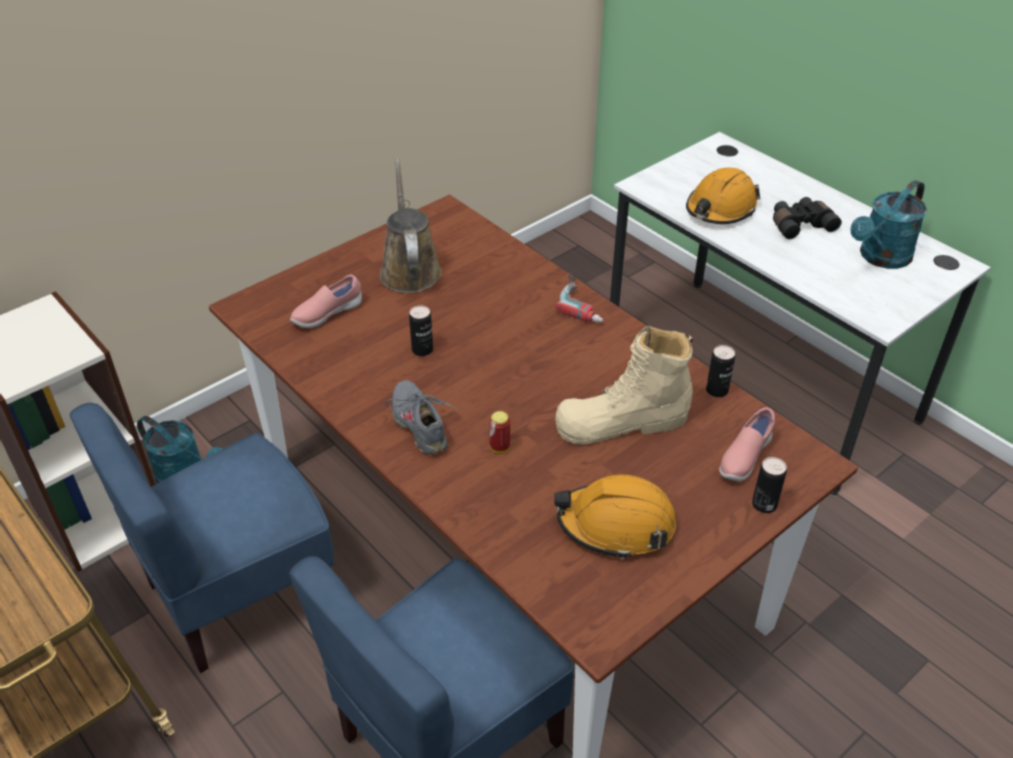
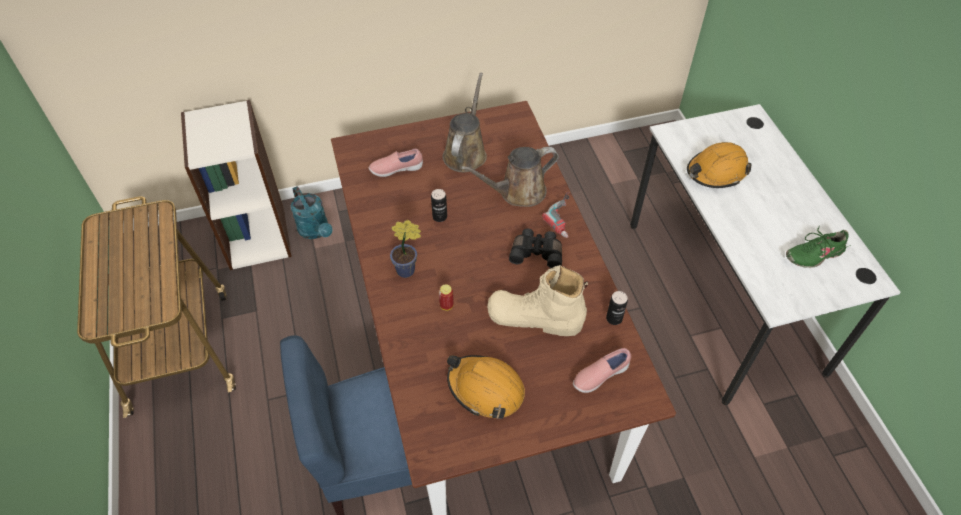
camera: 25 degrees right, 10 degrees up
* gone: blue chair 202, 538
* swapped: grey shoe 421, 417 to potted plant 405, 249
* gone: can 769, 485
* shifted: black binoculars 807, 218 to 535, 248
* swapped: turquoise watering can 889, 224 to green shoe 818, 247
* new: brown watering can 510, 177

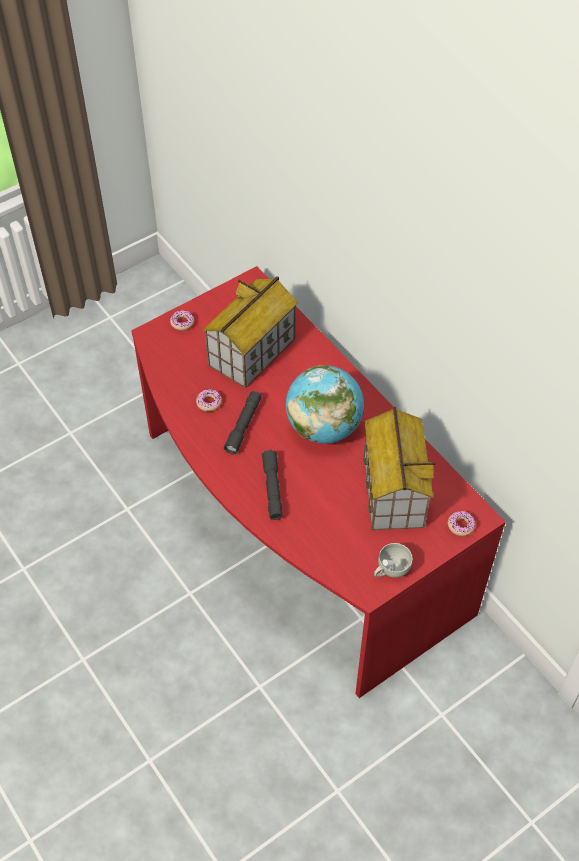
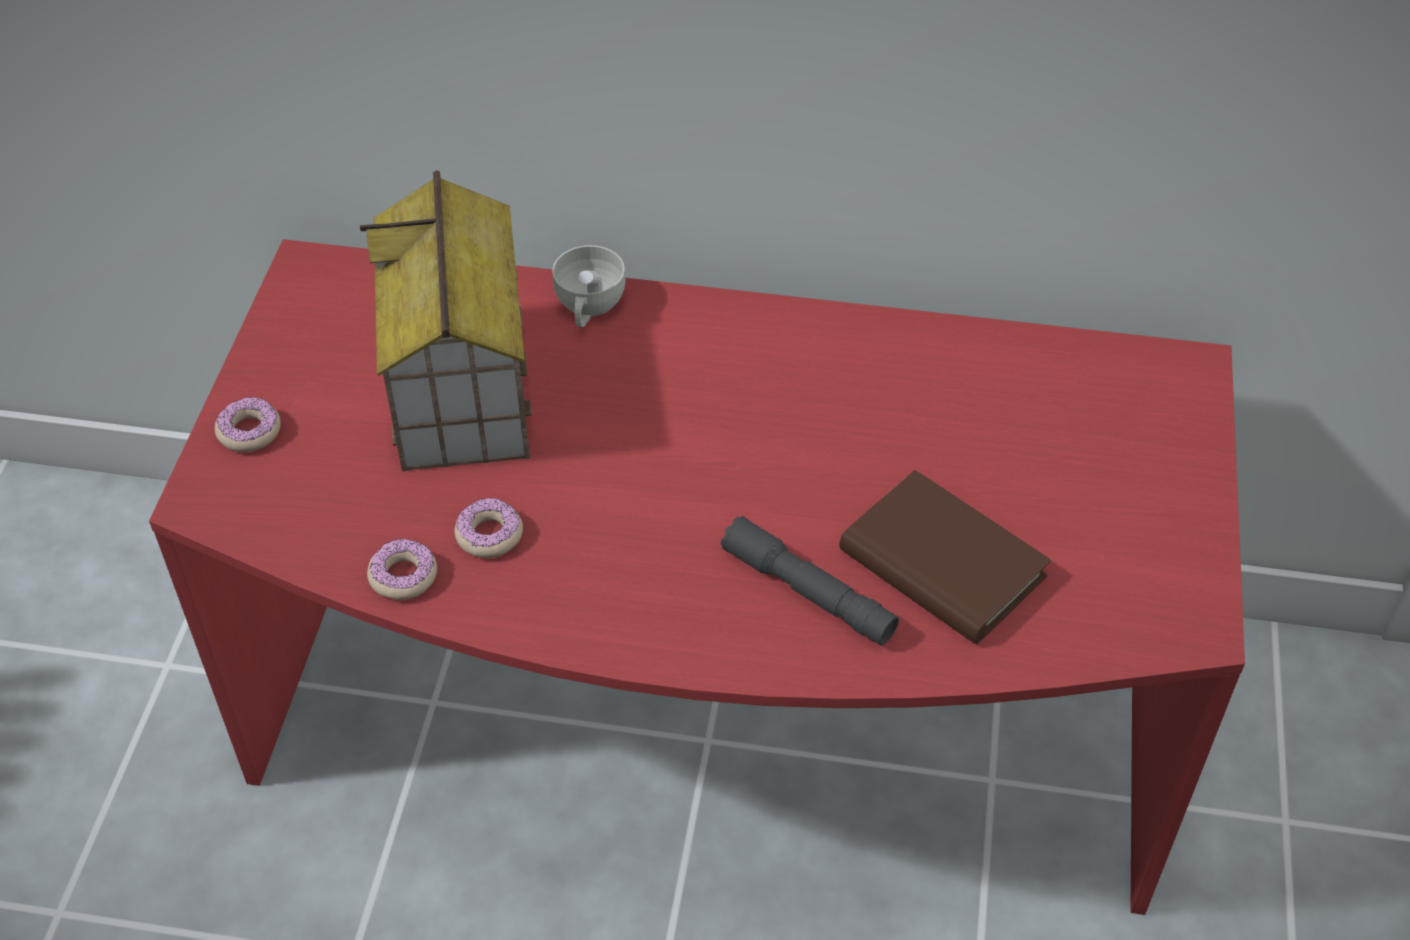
camera: 45 degrees left, 5 degrees down
* gone: grey flashlight 242, 422
* gone: globe 325, 404
* gone: toy house 399, 468
* shifted: white cup 393, 560 to 589, 286
* shifted: donut 461, 523 to 402, 569
* new: brown book 945, 557

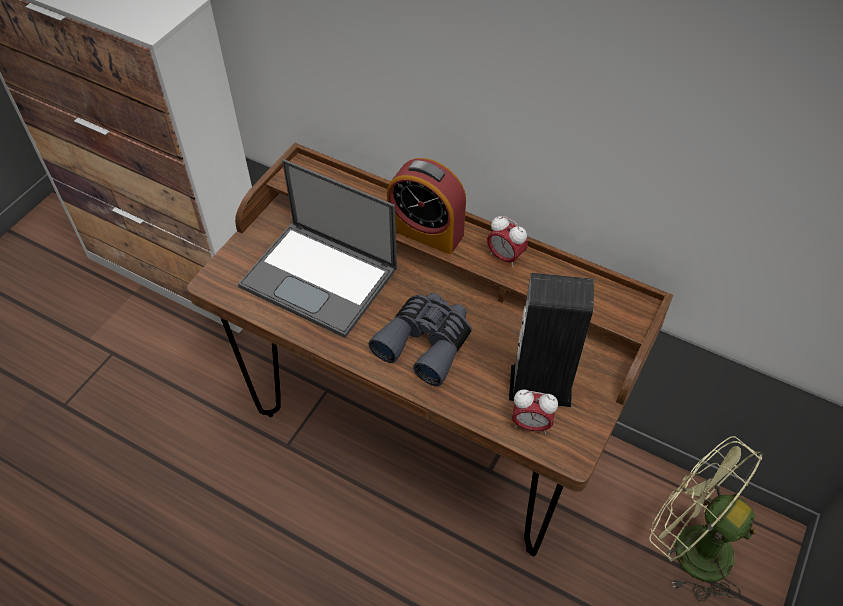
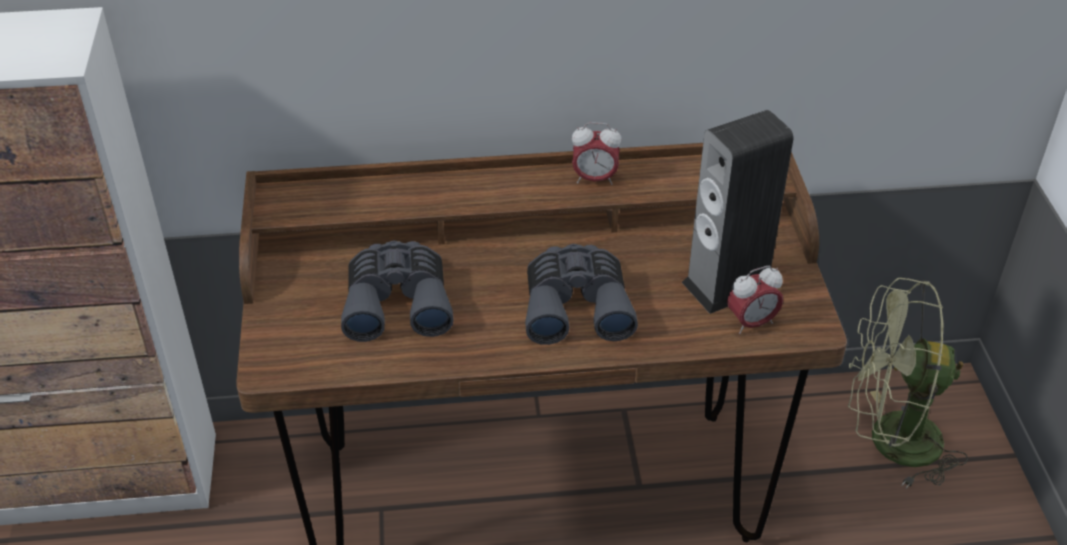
camera: 35 degrees left, 10 degrees down
* swapped: laptop 317, 248 to grey binoculars 397, 291
* gone: alarm clock 426, 206

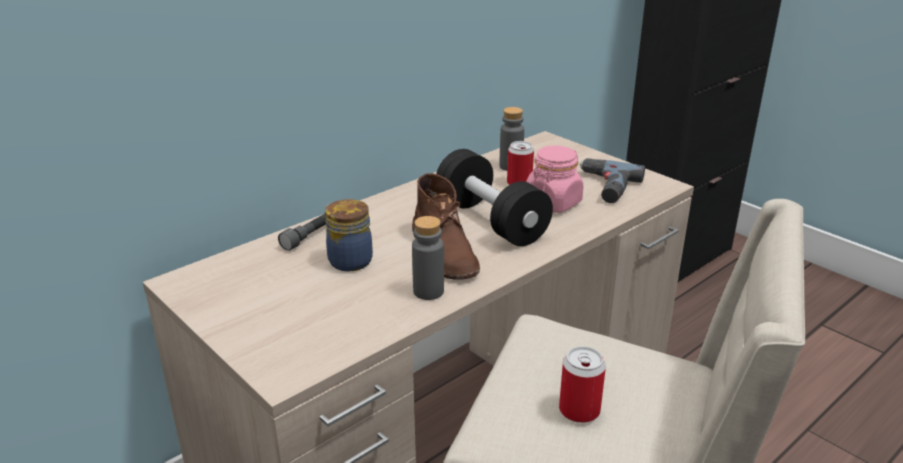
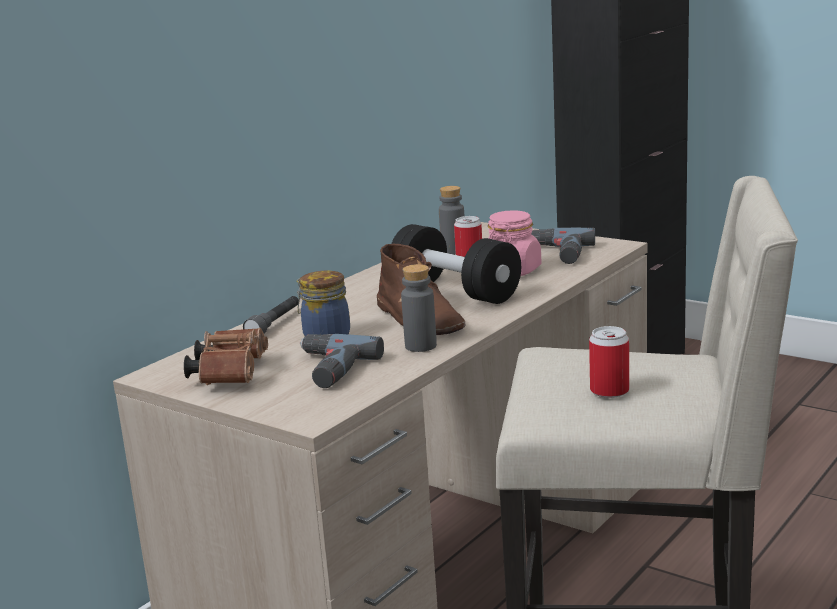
camera: 10 degrees left, 10 degrees down
* new: brown binoculars 226, 356
* new: power drill 342, 361

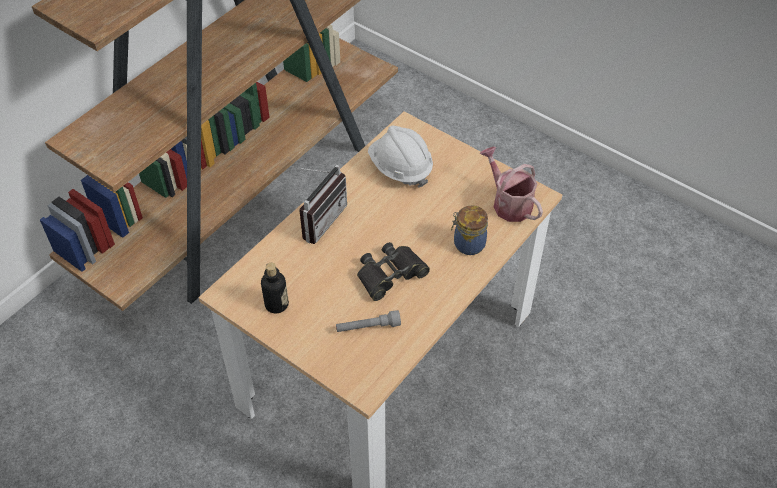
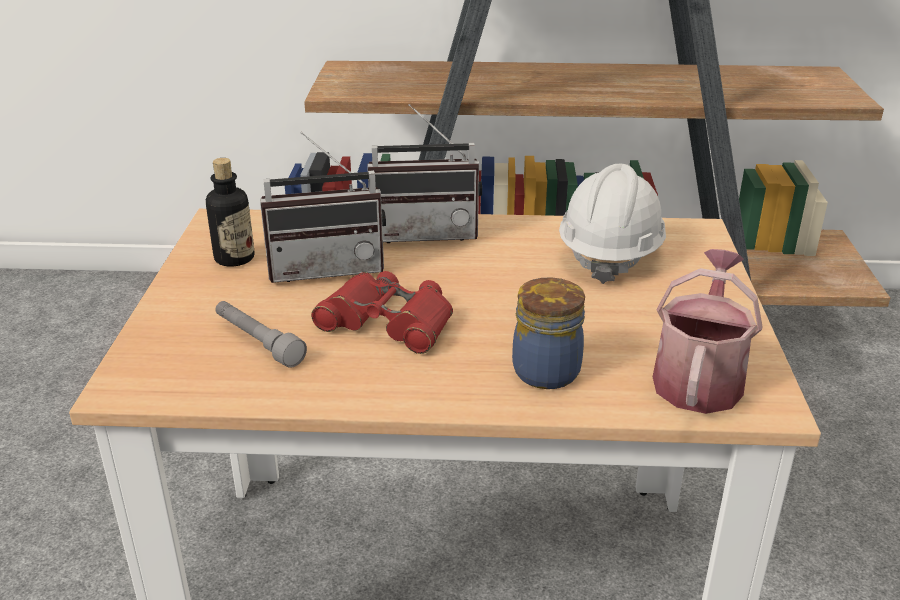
camera: 55 degrees right, 20 degrees down
* repainted: black binoculars 393, 271 to red binoculars 382, 312
* new: radio 323, 207

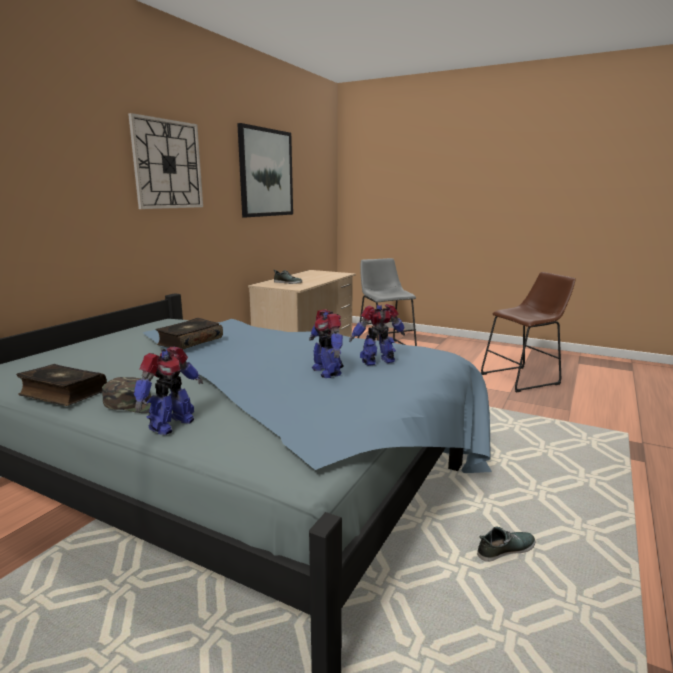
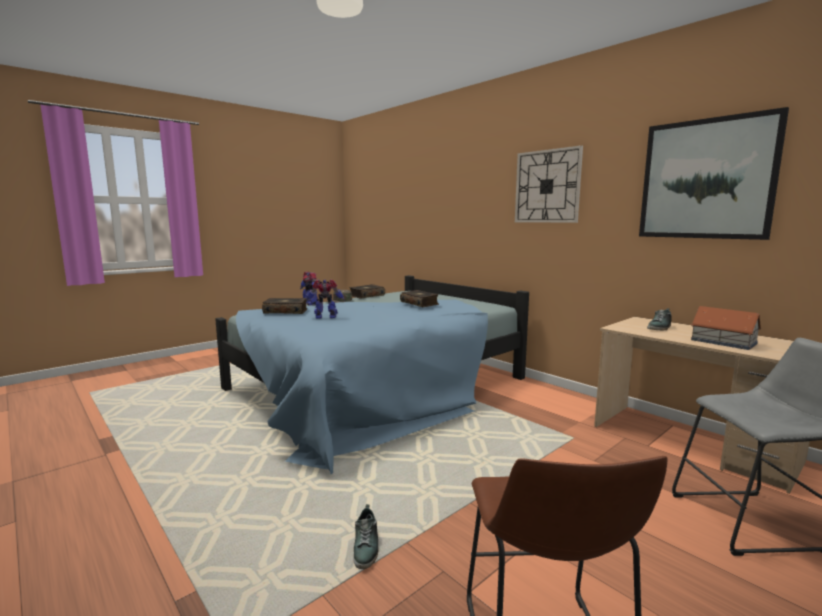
camera: 110 degrees right, 5 degrees down
* gone: toy robot 377, 335
* shifted: shoe 506, 544 to 365, 536
* new: book 284, 306
* new: toy house 726, 328

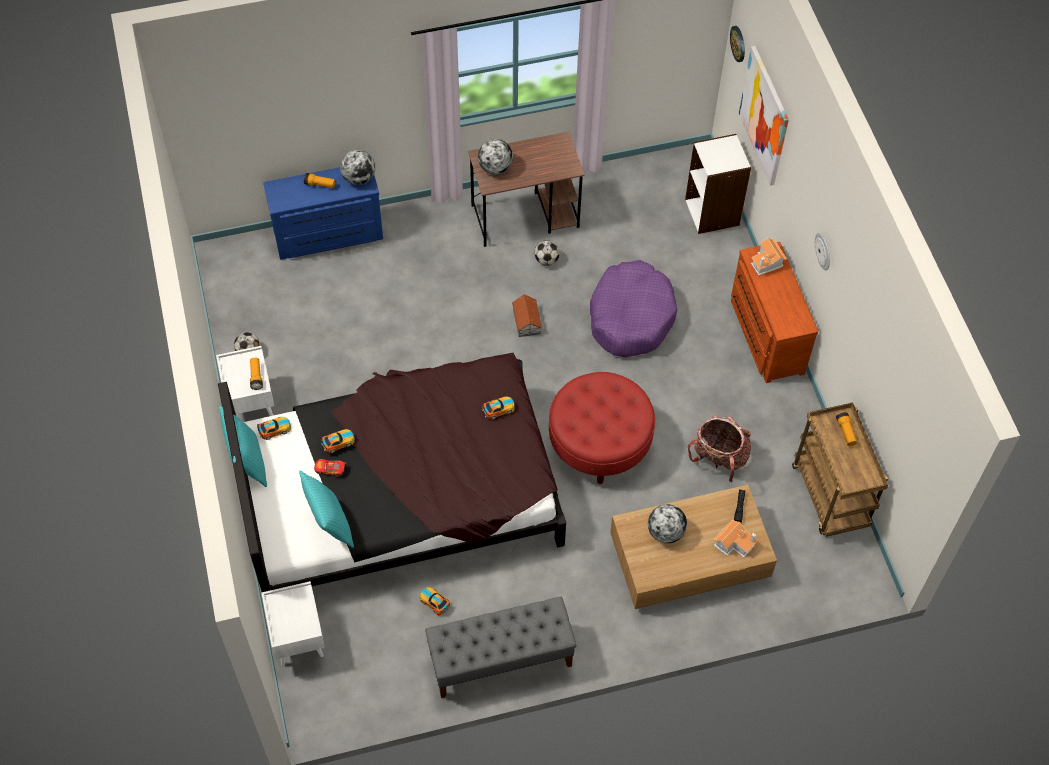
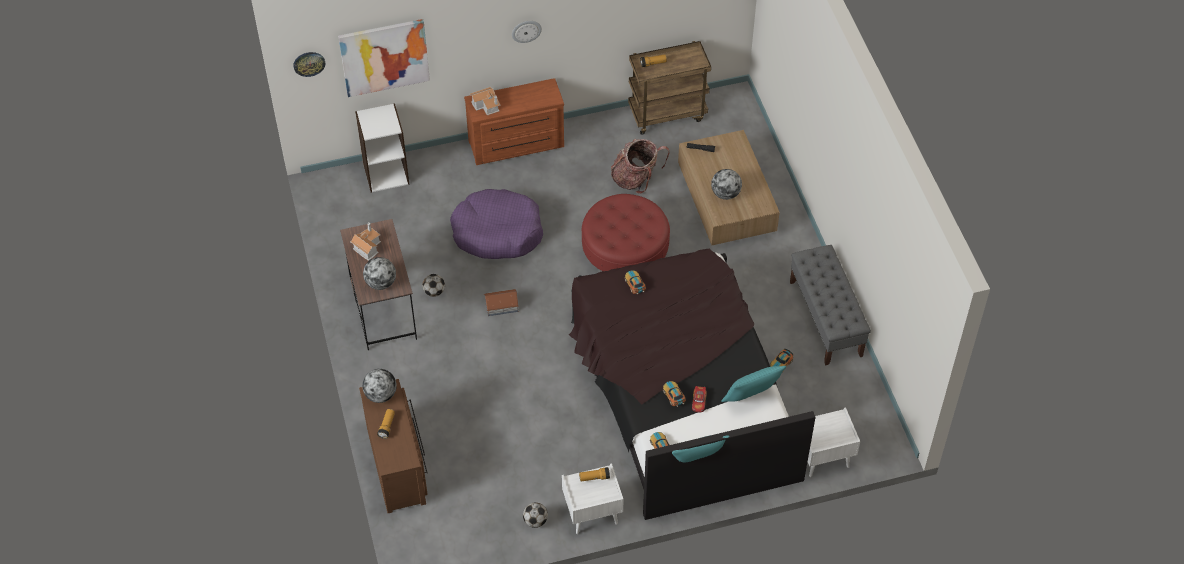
camera: 90 degrees left, 5 degrees down
* repainted: blue dresser 323, 213 to brown dresser 393, 446
* shifted: toy house 736, 538 to 365, 242

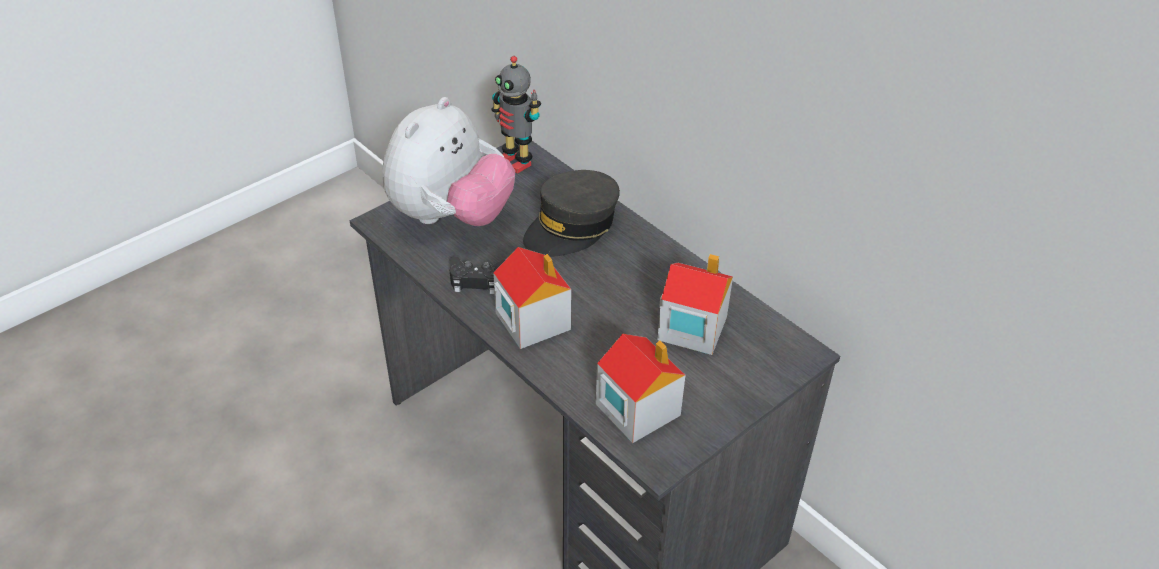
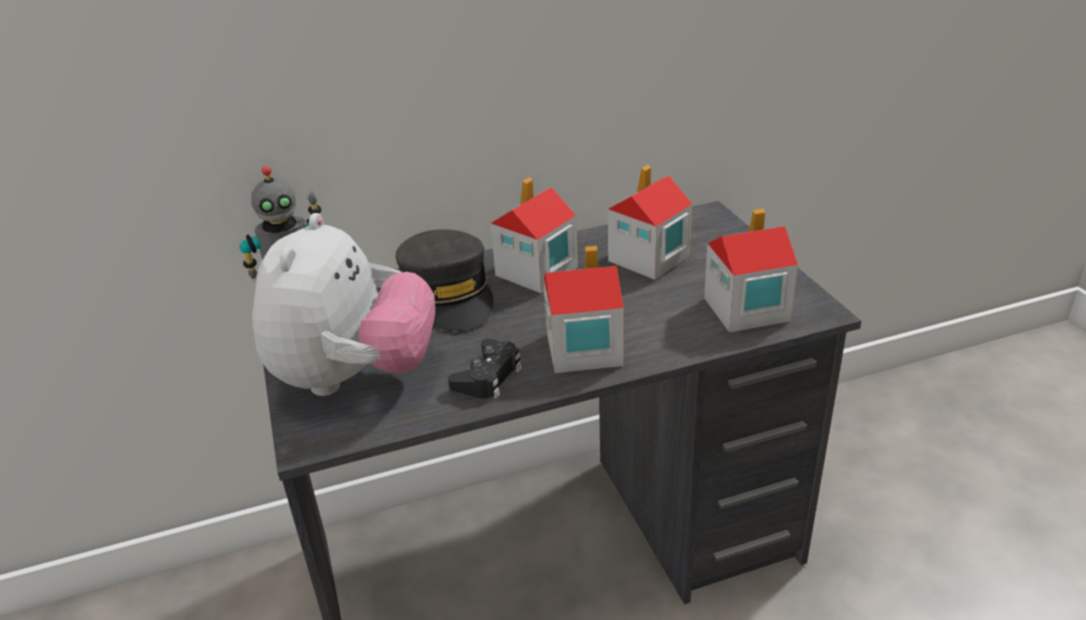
camera: 65 degrees left, 10 degrees down
* rotated: plush toy 448, 161 = 343, 304 45 degrees clockwise
* new: toy house 534, 235

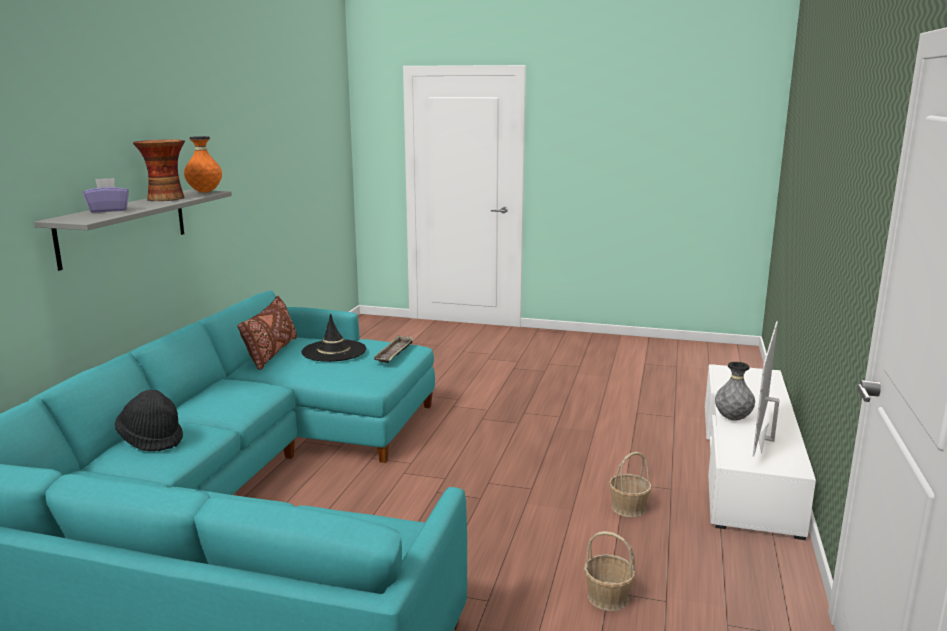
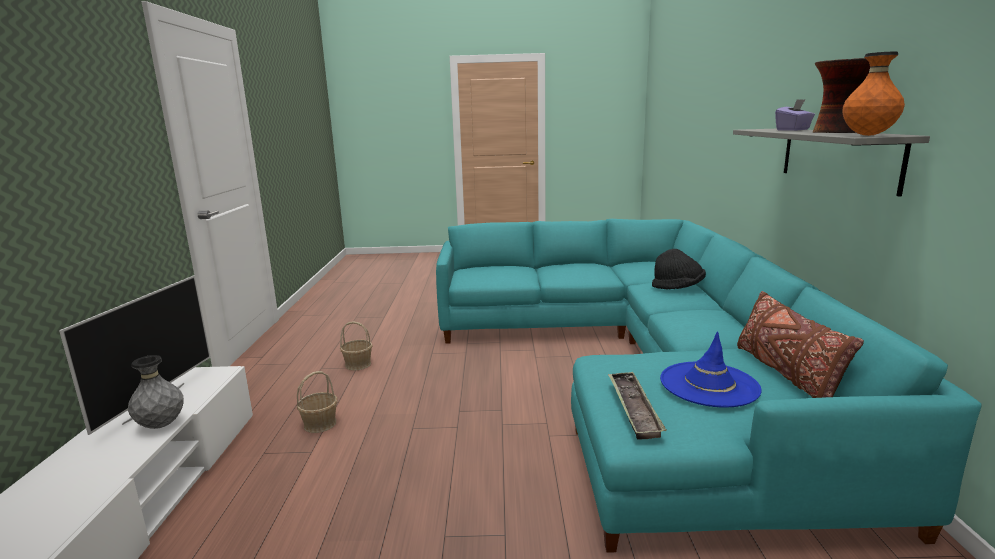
camera: 165 degrees right, 0 degrees up
* repainted: black hat 333, 338 to blue hat 710, 369

